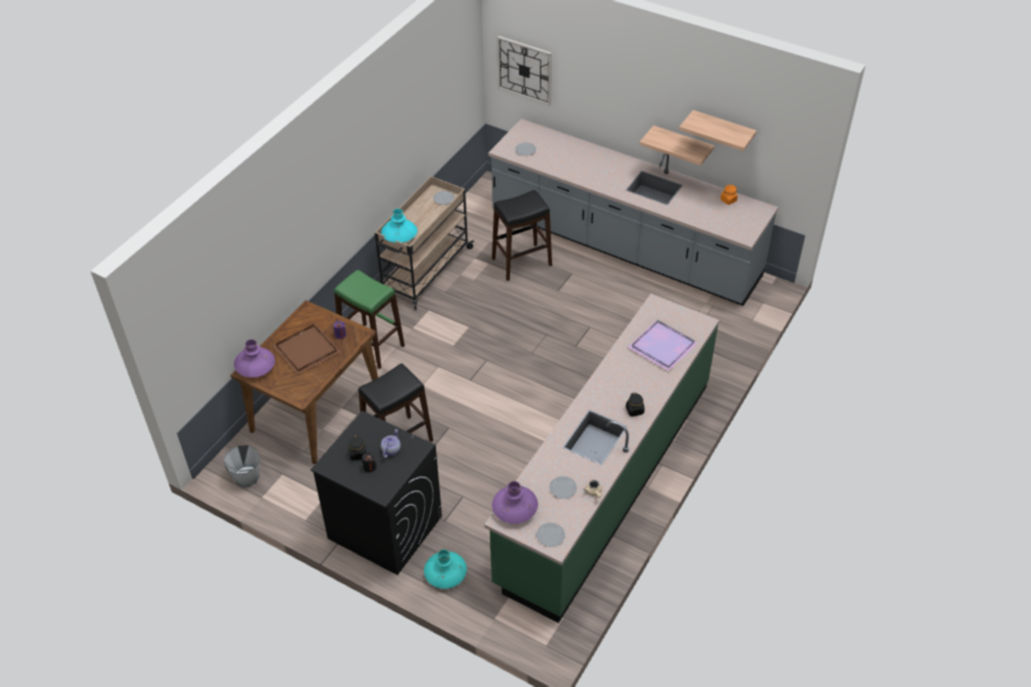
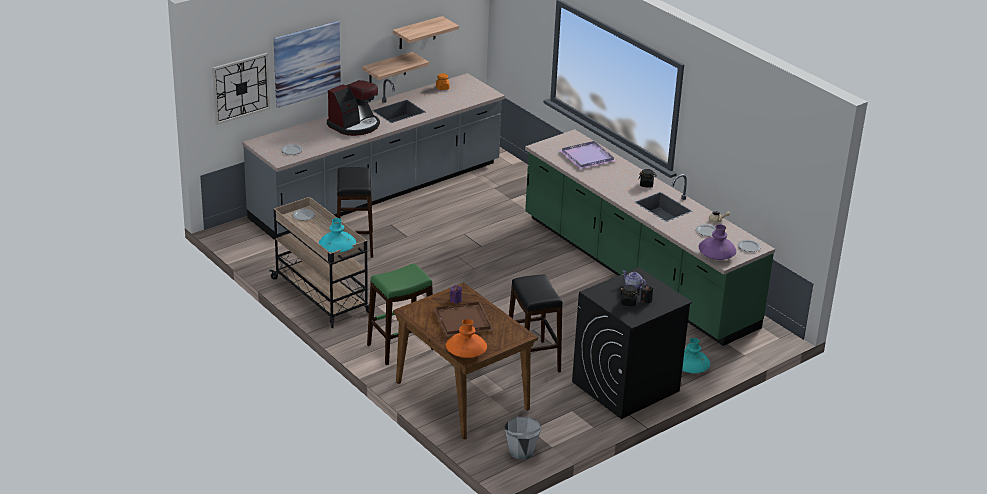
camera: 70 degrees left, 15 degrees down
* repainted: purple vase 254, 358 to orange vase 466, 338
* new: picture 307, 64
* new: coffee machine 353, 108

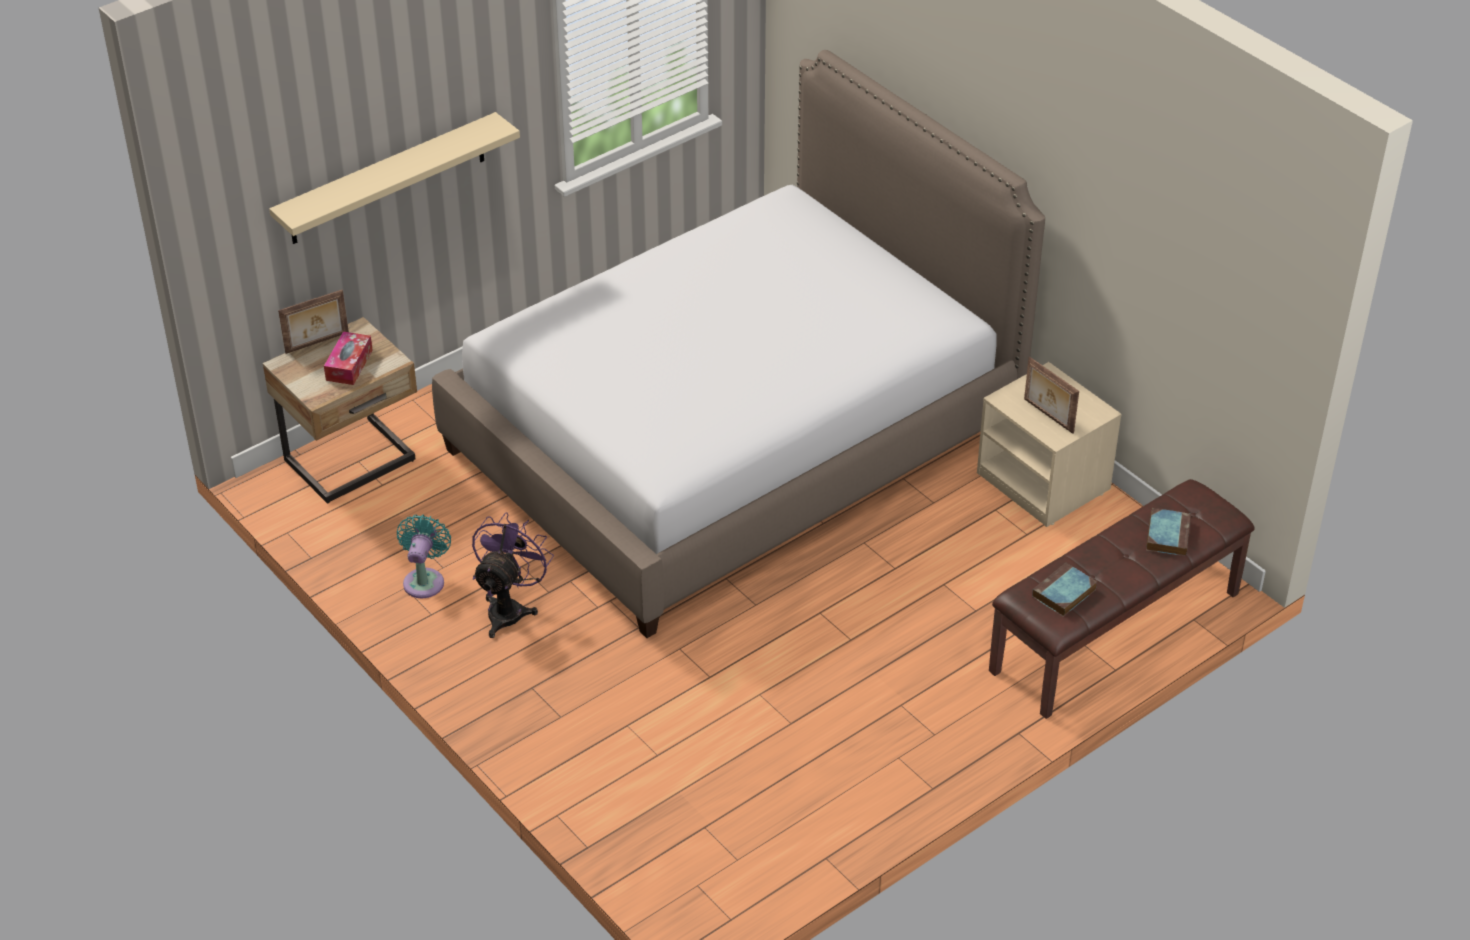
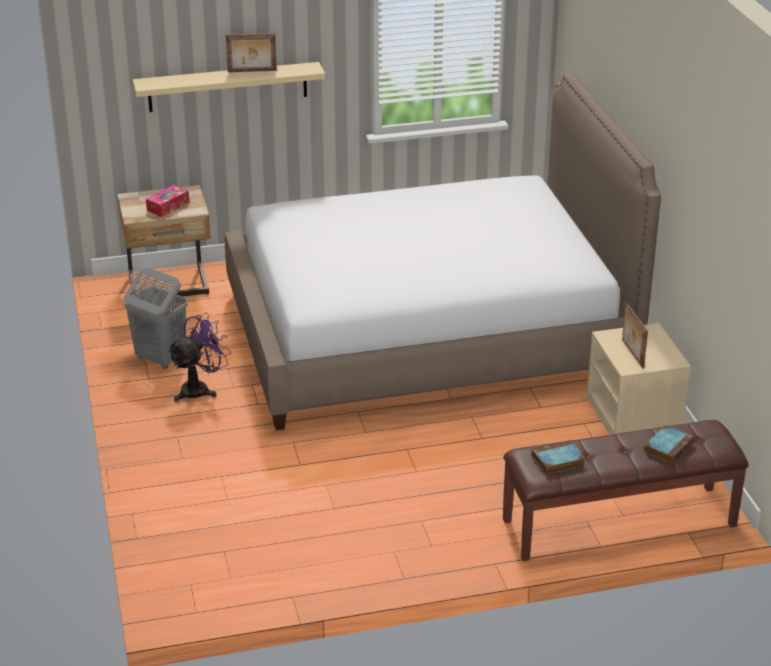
camera: 25 degrees right, 10 degrees down
* shifted: picture frame 313, 322 to 251, 52
* swapped: turquoise fan 424, 556 to grey laundry basket 156, 318

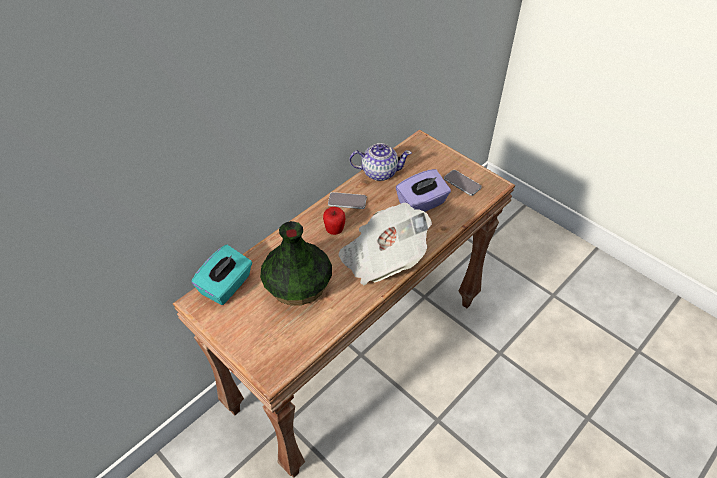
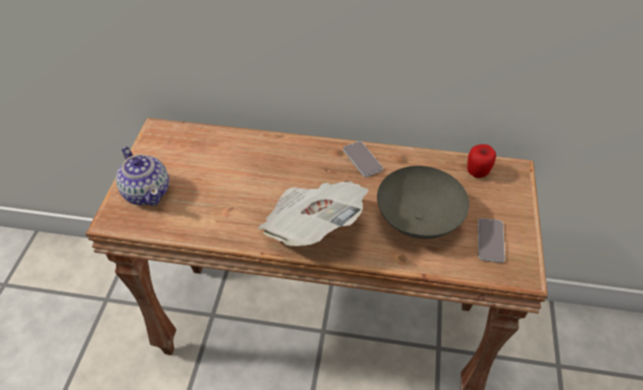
camera: 55 degrees right, 0 degrees up
* gone: turquoise tissue box 221, 275
* gone: vase 296, 263
* shifted: apple 334, 221 to 481, 161
* shifted: teapot 380, 162 to 142, 176
* swapped: purple tissue box 423, 190 to grey bowl 423, 202

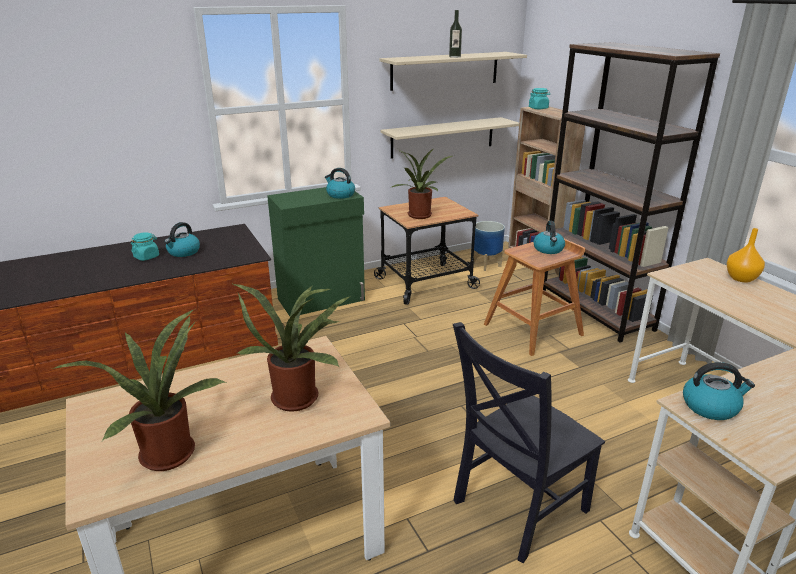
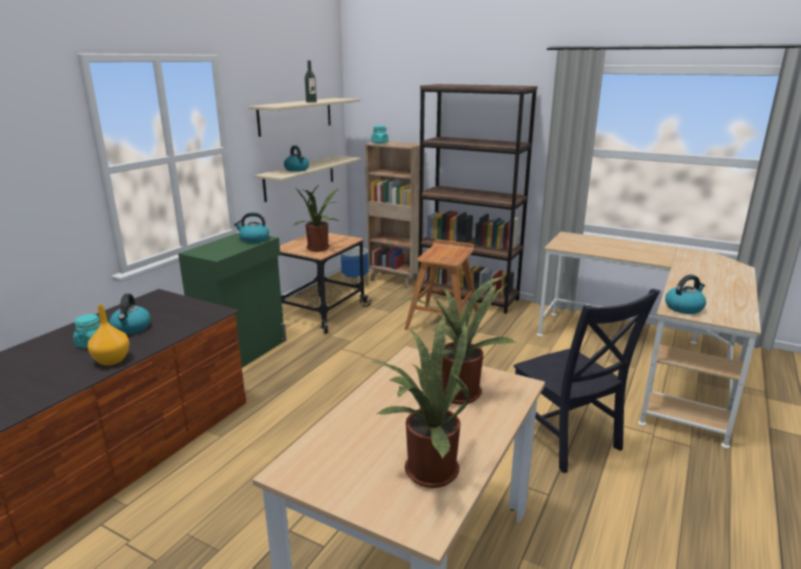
camera: 35 degrees left, 5 degrees down
* rotated: black chair 529, 442 = 587, 381 45 degrees counterclockwise
* shifted: kettle 549, 237 to 296, 159
* shifted: orange vase 746, 255 to 108, 335

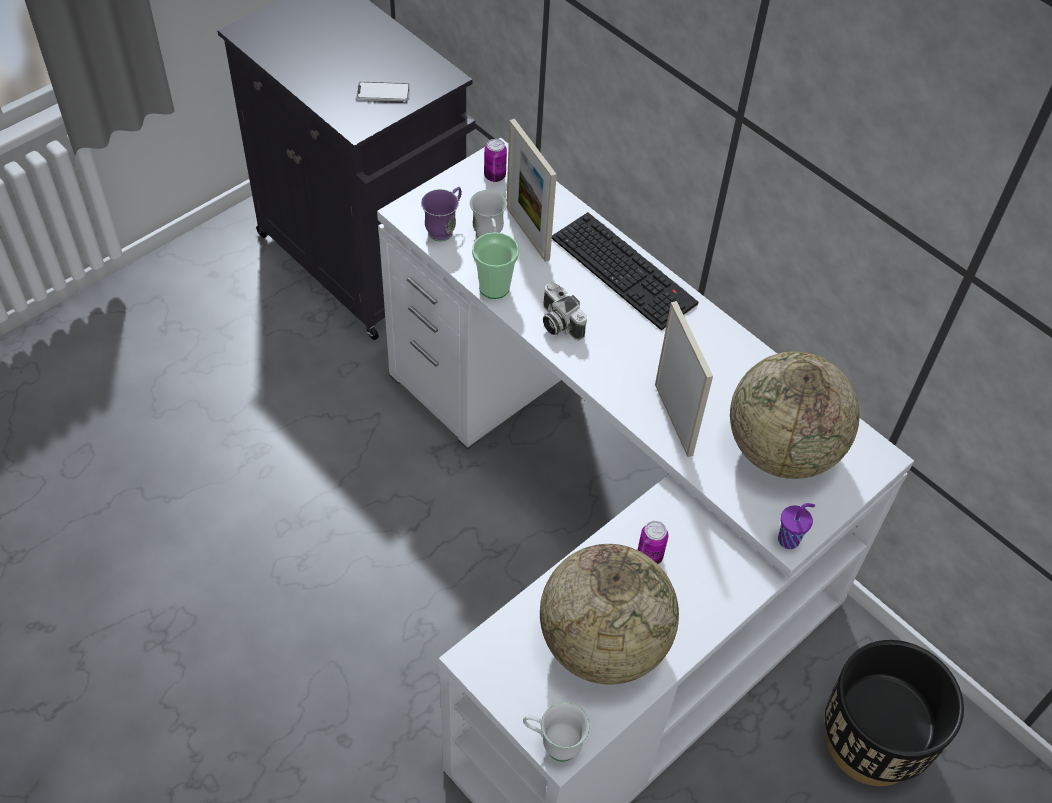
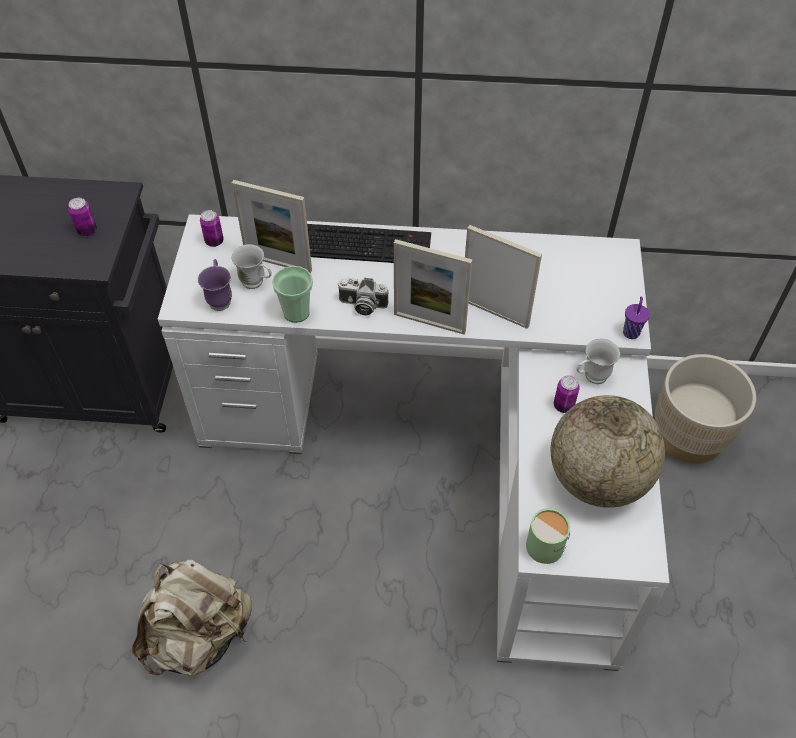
camera: 40 degrees left, 0 degrees up
* swapped: phone 383, 91 to can 82, 217
* shifted: white mug 556, 732 to 598, 361
* gone: globe 795, 415
* repainted: black planter 894, 713 to beige planter 705, 408
* new: beige backpack 192, 617
* new: picture frame 433, 286
* new: green mug 548, 536

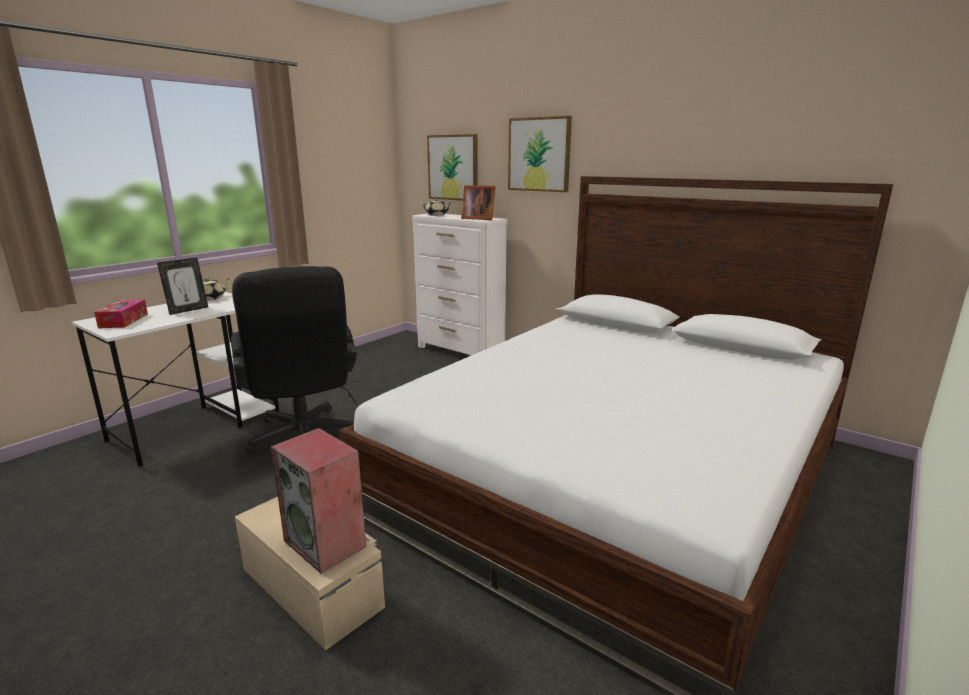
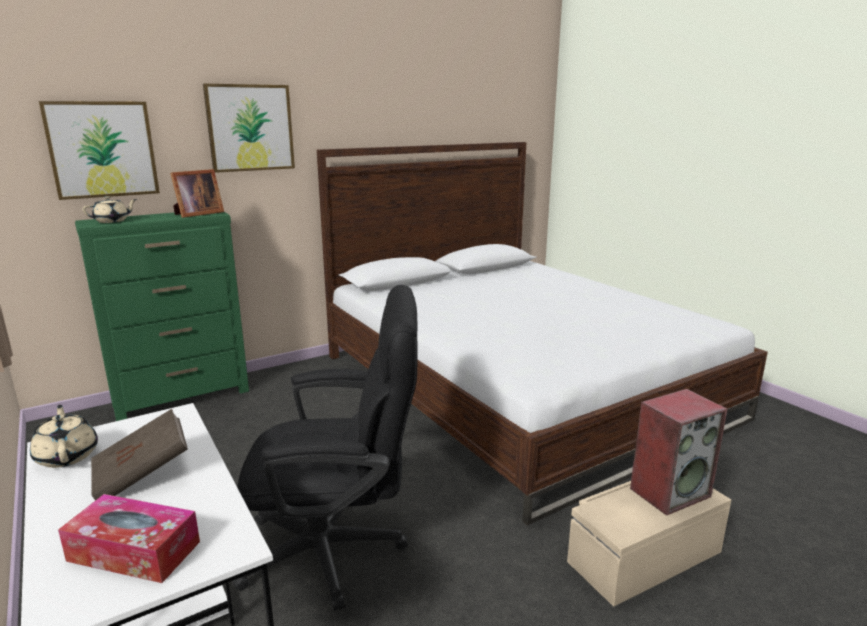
camera: 70 degrees left, 0 degrees up
* swapped: picture frame 182, 286 to brown book 139, 455
* repainted: white dresser 459, 284 to green dresser 162, 316

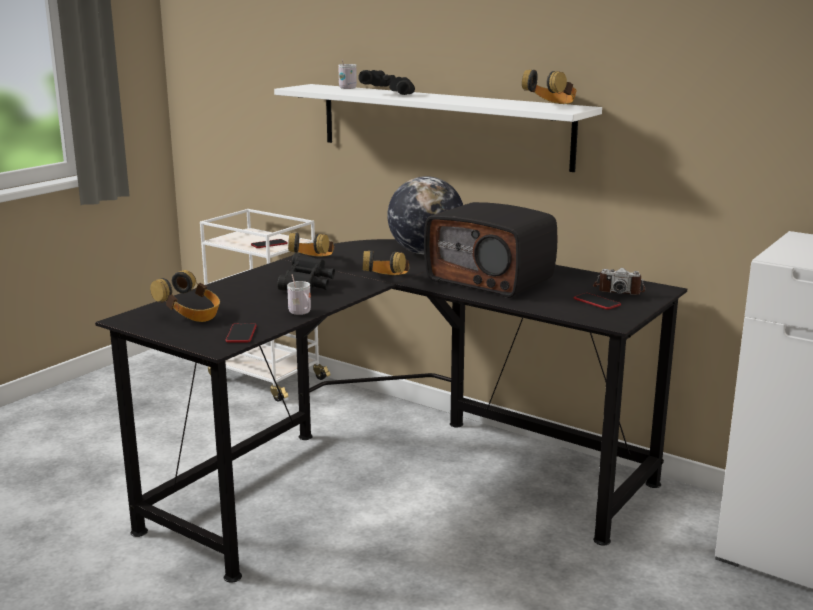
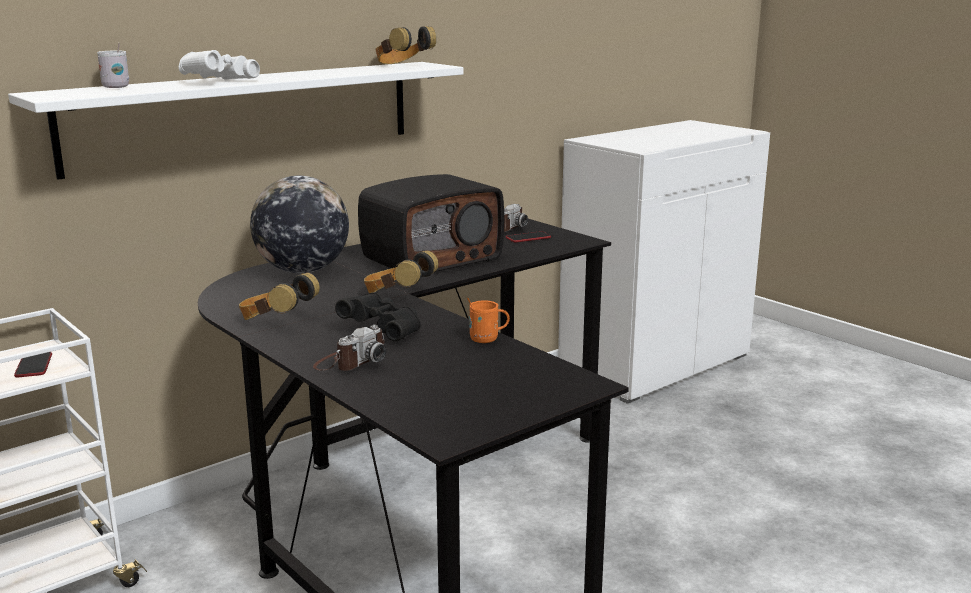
camera: 75 degrees left, 0 degrees up
* gone: headphones 185, 296
* gone: phone 241, 333
* repainted: white mug 299, 294 to orange mug 488, 320
* repainted: black binoculars 386, 82 to white binoculars 219, 65
* new: photo camera 349, 348

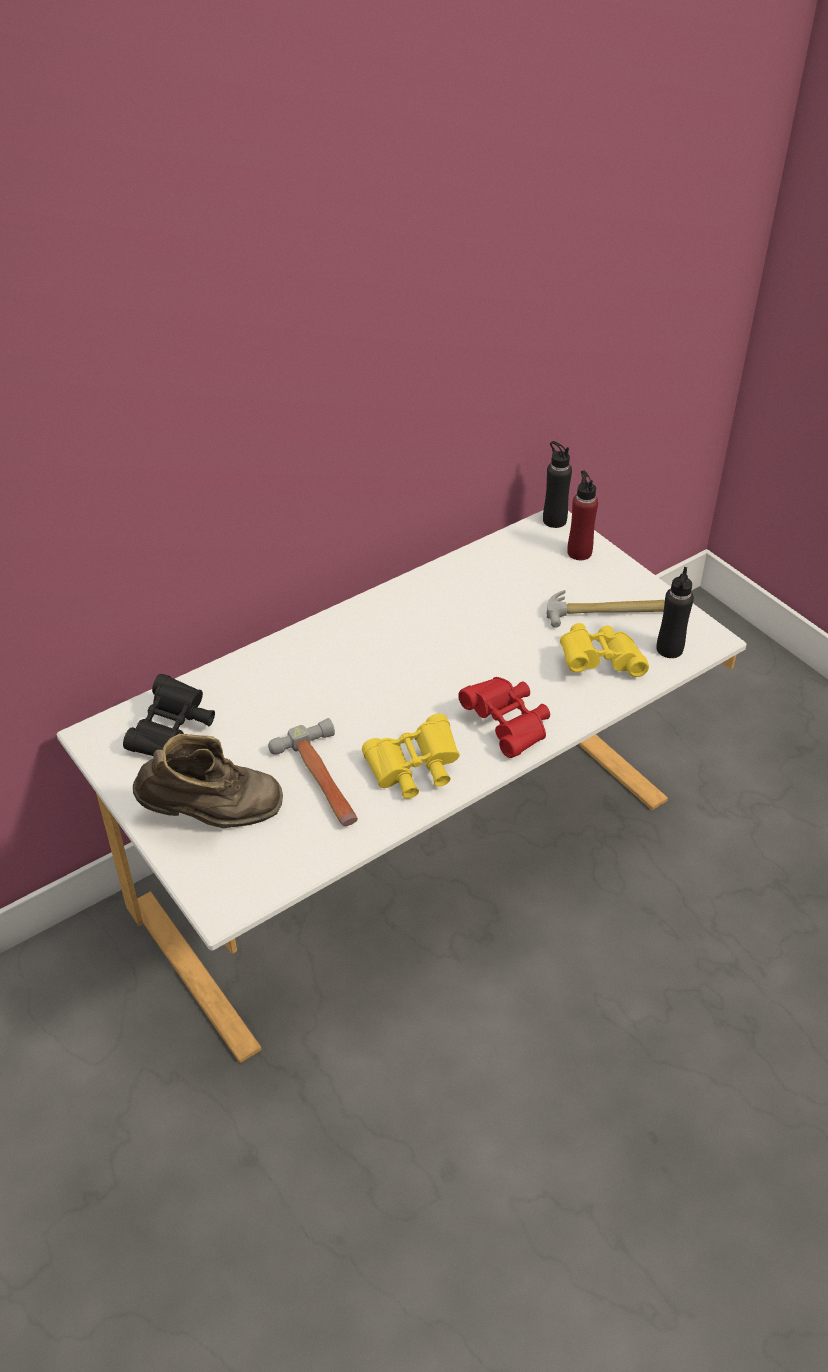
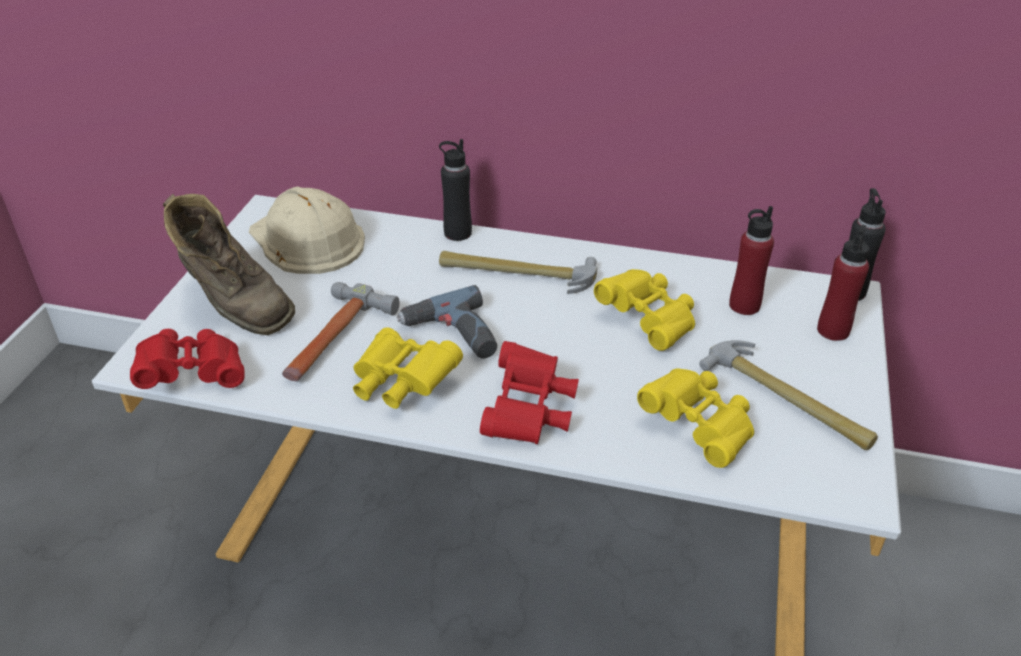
camera: 50 degrees right, 5 degrees down
* swapped: black binoculars 169, 715 to beige hard hat 307, 230
* shifted: black bottle 675, 612 to 455, 190
* new: red binoculars 187, 359
* new: power drill 447, 322
* new: hammer 518, 272
* new: yellow binoculars 644, 310
* new: red bottle 751, 260

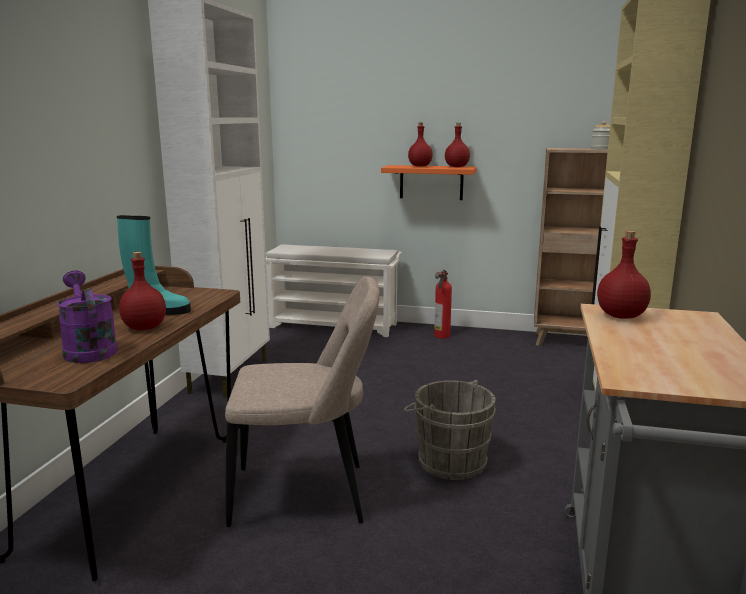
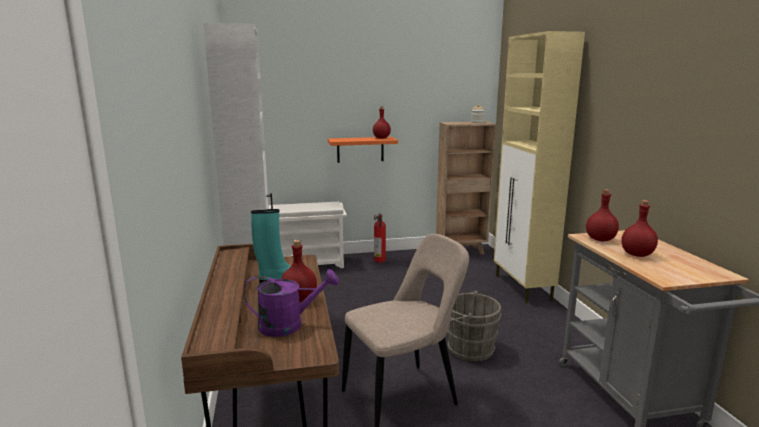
camera: 25 degrees left, 0 degrees up
* rotated: purple watering can 87, 316 = 291, 303 135 degrees clockwise
* shifted: red bottle 420, 145 to 639, 228

